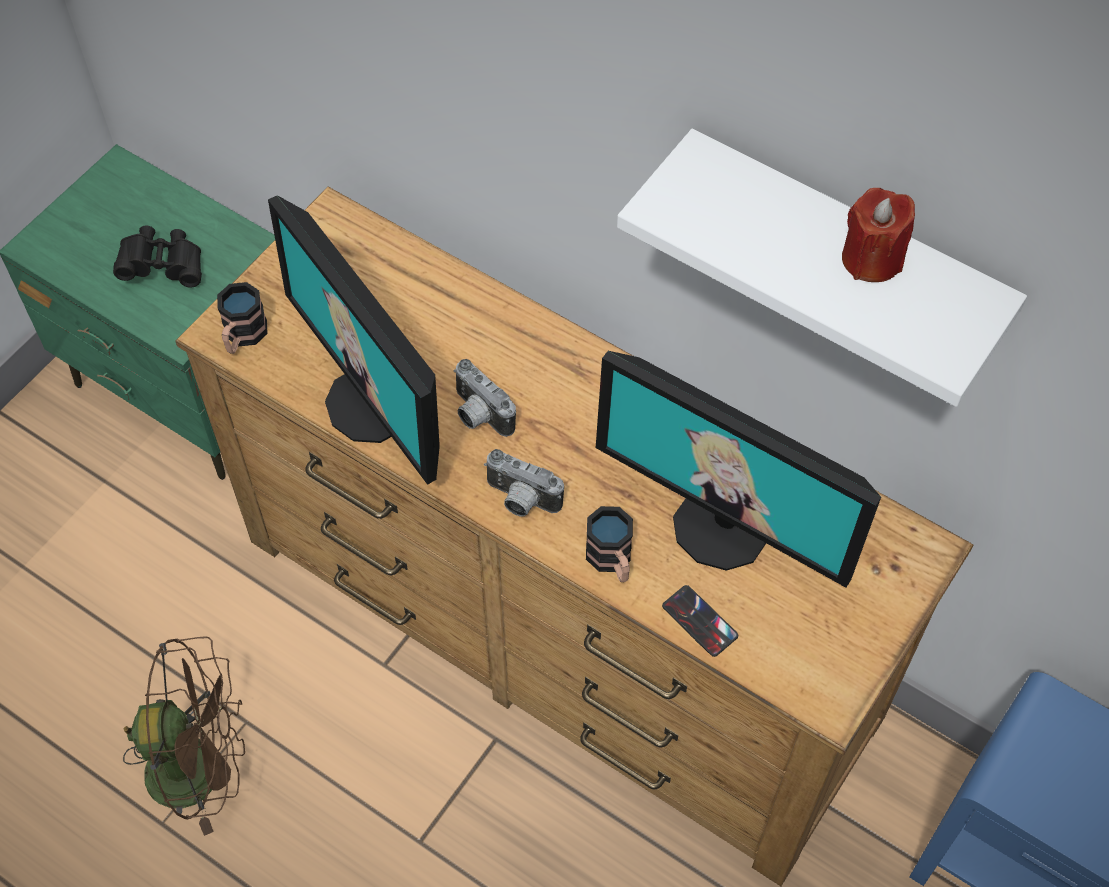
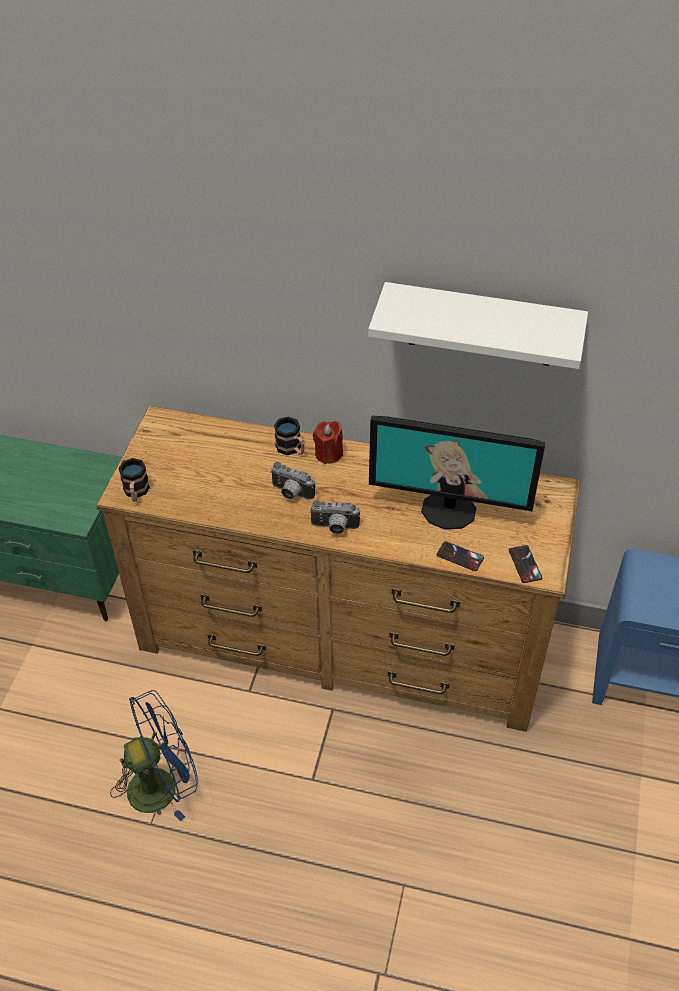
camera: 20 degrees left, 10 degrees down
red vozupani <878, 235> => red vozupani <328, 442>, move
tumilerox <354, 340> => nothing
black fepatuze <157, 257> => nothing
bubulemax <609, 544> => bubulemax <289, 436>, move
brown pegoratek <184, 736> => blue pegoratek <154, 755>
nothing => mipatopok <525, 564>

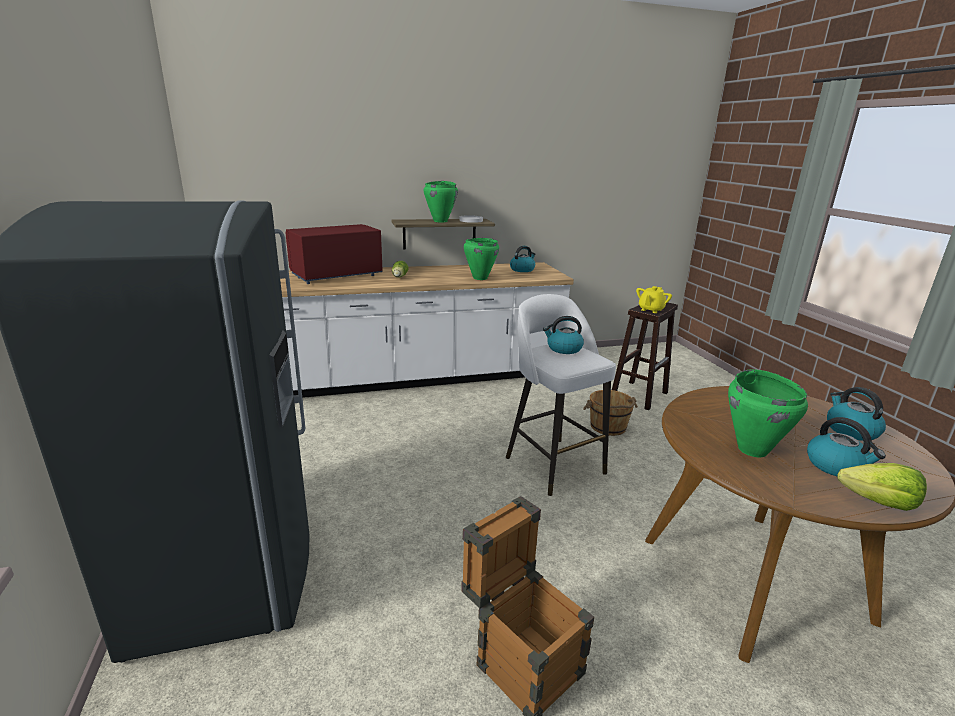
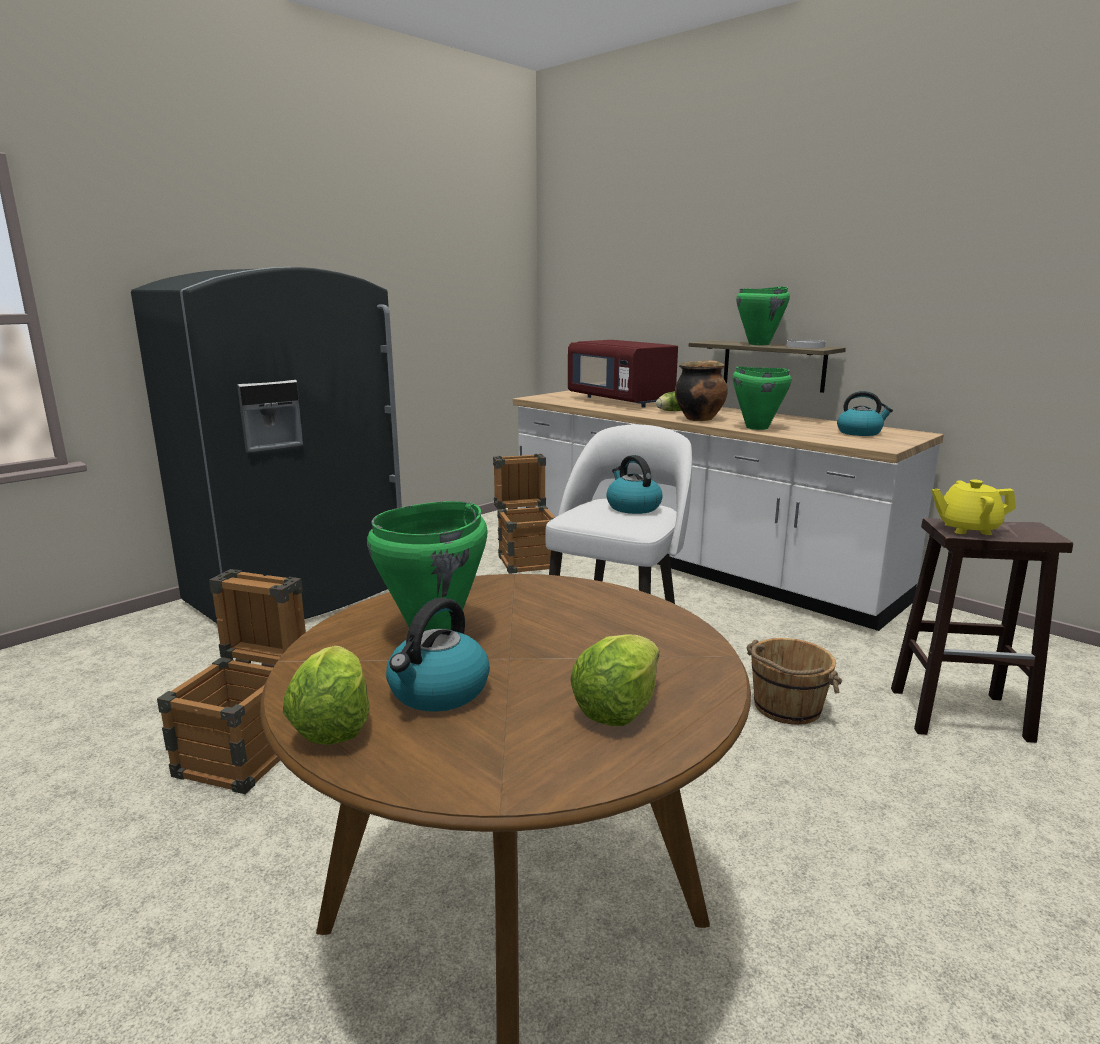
camera: 60 degrees right, 5 degrees down
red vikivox <334, 254> => red vikivox <623, 374>, 150 degrees counterclockwise
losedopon <856, 414> => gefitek <614, 680>
nothing => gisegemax <701, 390>
nothing => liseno <524, 514>

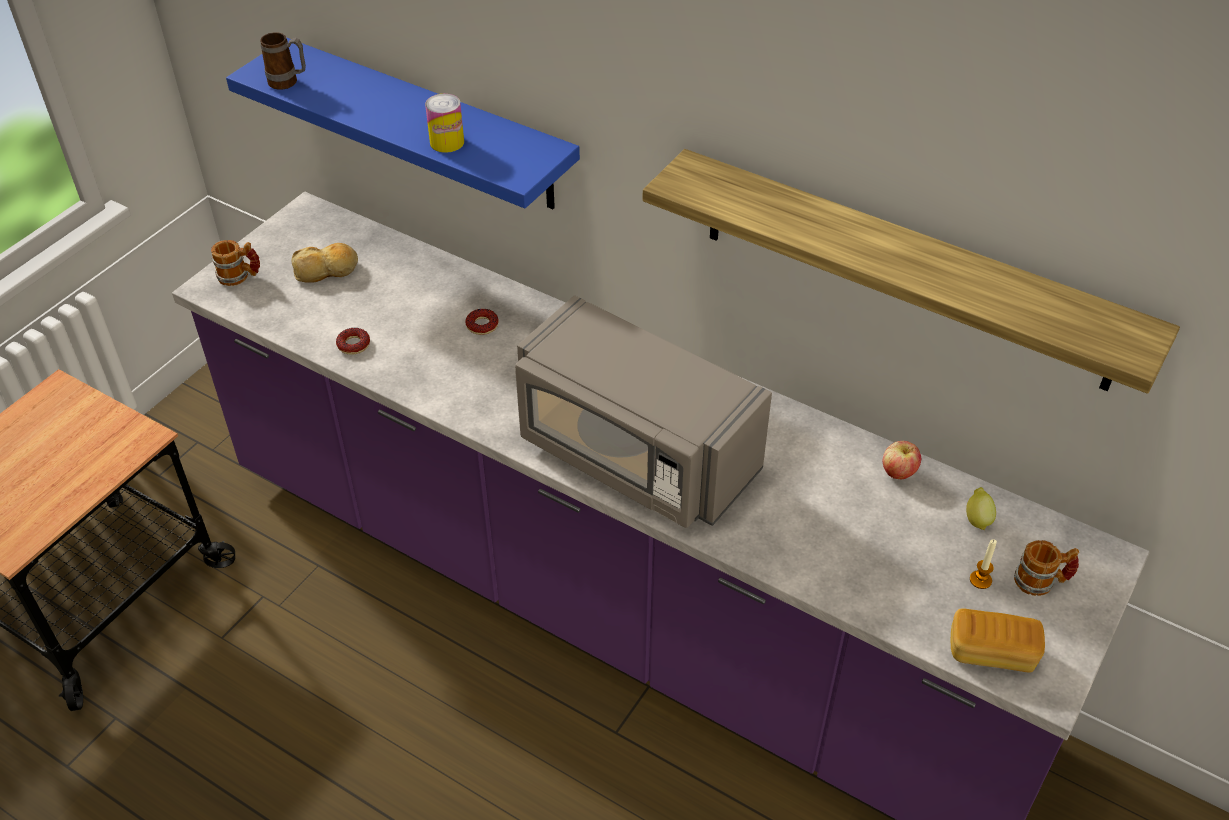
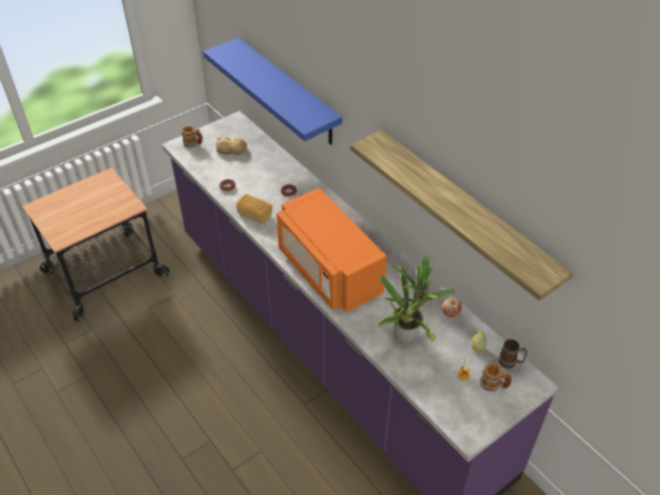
camera: 20 degrees right, 0 degrees up
bubulemax <283, 61> => bubulemax <513, 354>, move
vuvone <444, 123> => nothing
grey vikivox <643, 411> => orange vikivox <331, 250>
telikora <998, 640> => telikora <254, 208>, move
nothing => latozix <416, 300>

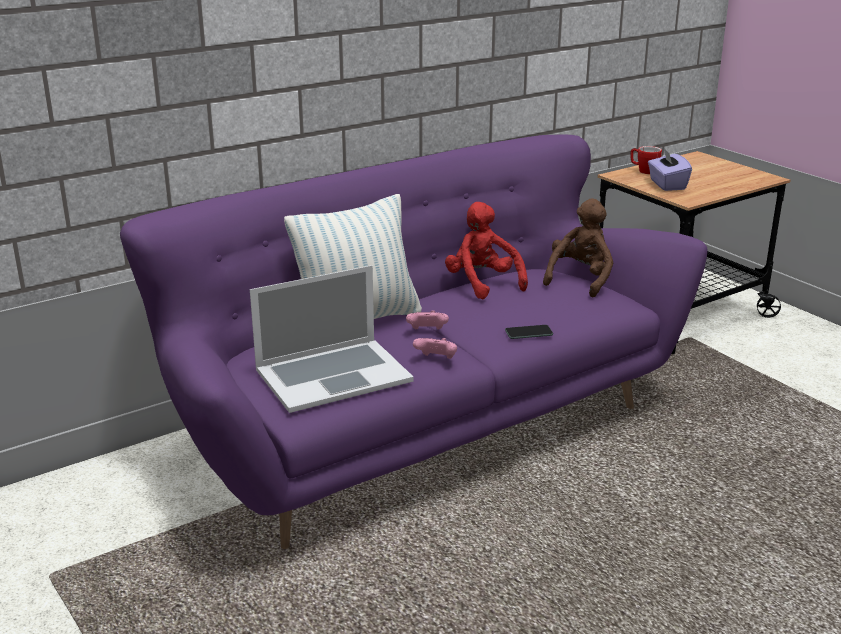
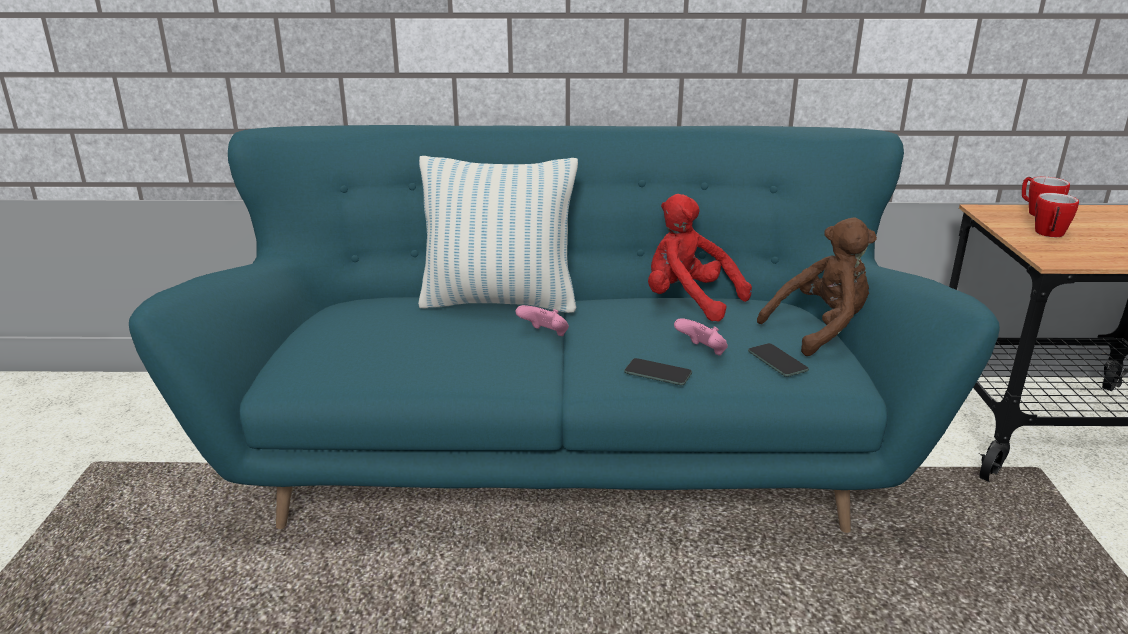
camera: 35 degrees right, 0 degrees up
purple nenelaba <413, 341> => turquoise nenelaba <564, 329>
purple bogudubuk <670, 169> => bubulemax <1057, 215>
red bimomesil <486, 250> => red bimomesil <700, 258>, 60 degrees counterclockwise
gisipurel <332, 339> => nothing
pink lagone <435, 348> => pink lagone <701, 337>, move
nothing => mipatopok <778, 360>

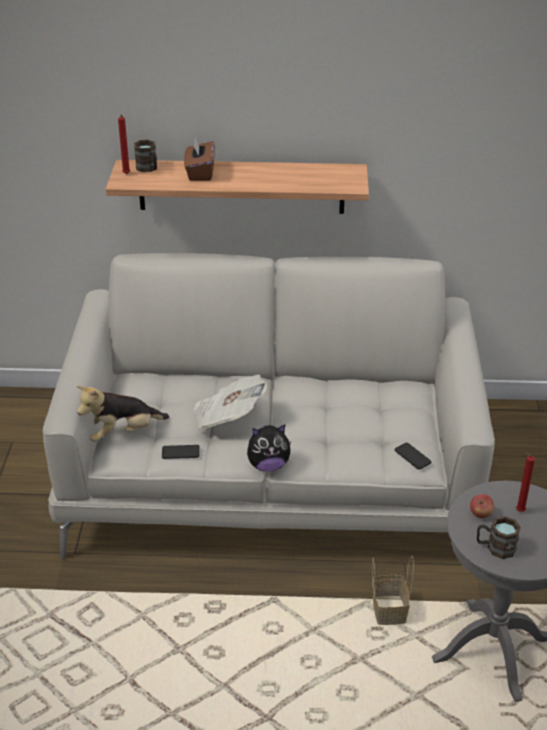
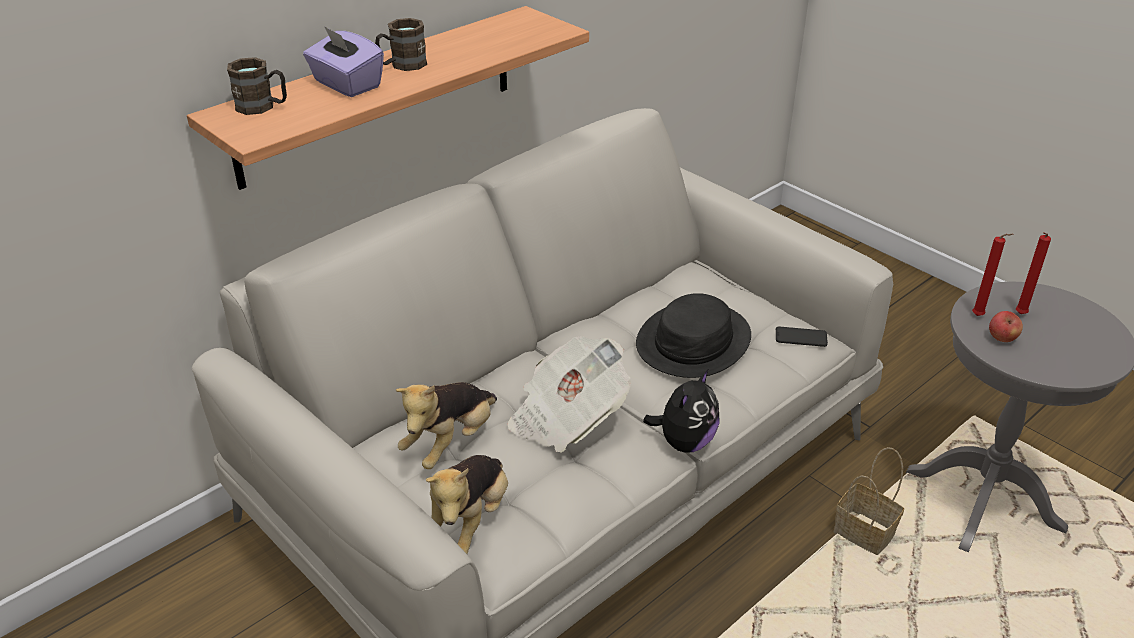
camera: 45 degrees left, 0 degrees up
red vozupani <124, 144> => red vozupani <993, 275>, move
brown bogudubuk <199, 158> => purple bogudubuk <343, 61>
mipatopok <181, 452> => nothing
brown bubulemax <499, 537> => brown bubulemax <401, 44>, move
nothing => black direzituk <693, 335>
nothing => bimomesil <446, 425>

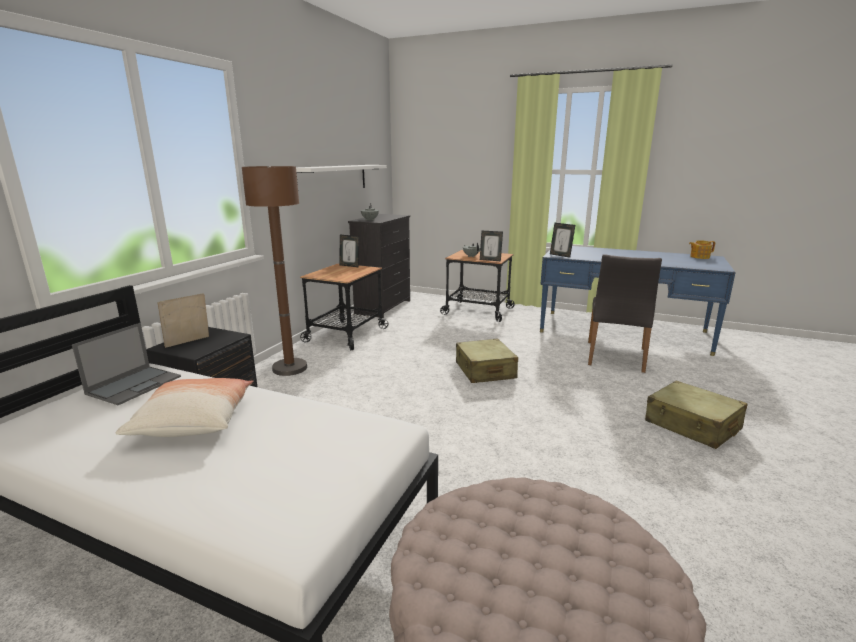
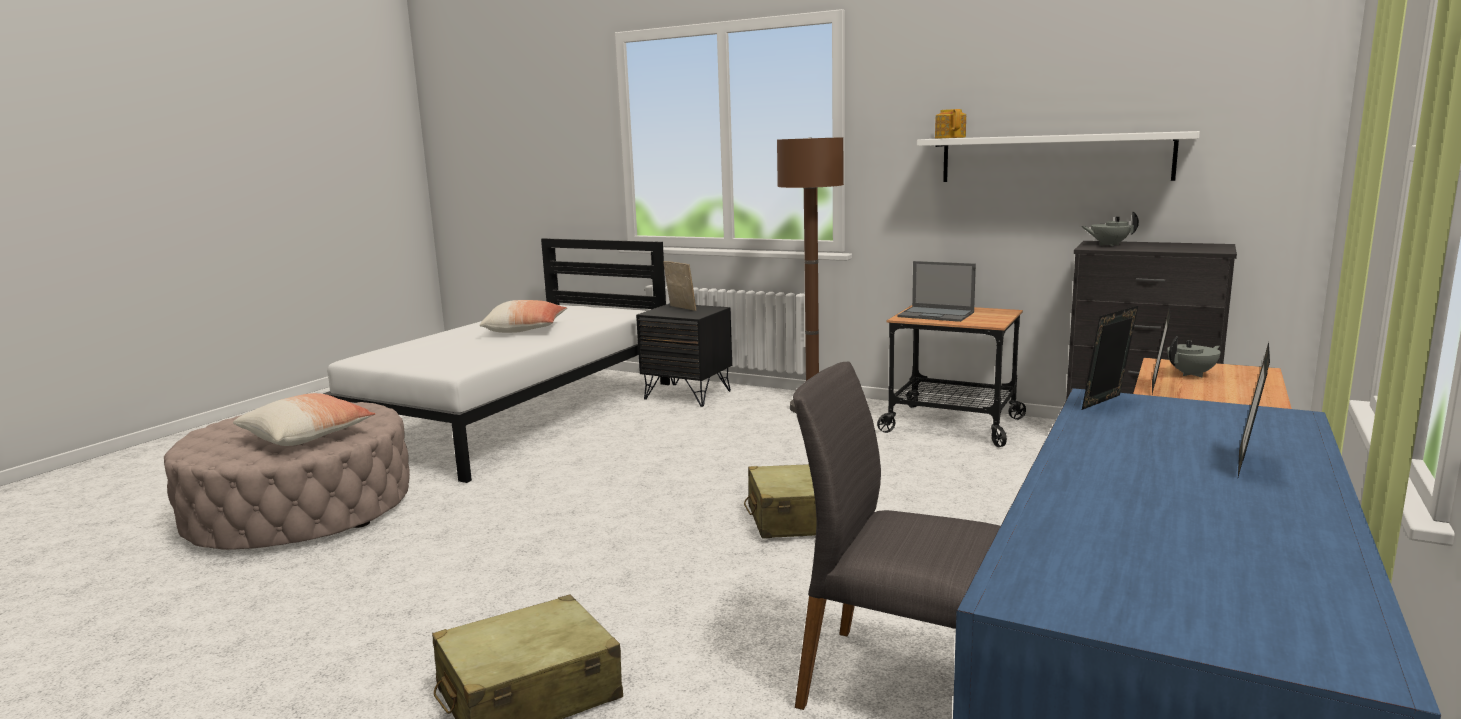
camera: 95 degrees right, 5 degrees down
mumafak <349, 251> => mumafak <1254, 409>, move
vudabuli <702, 249> => vudabuli <950, 123>, move
gisipurel <126, 364> => gisipurel <936, 291>, move
nothing => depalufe <304, 419>

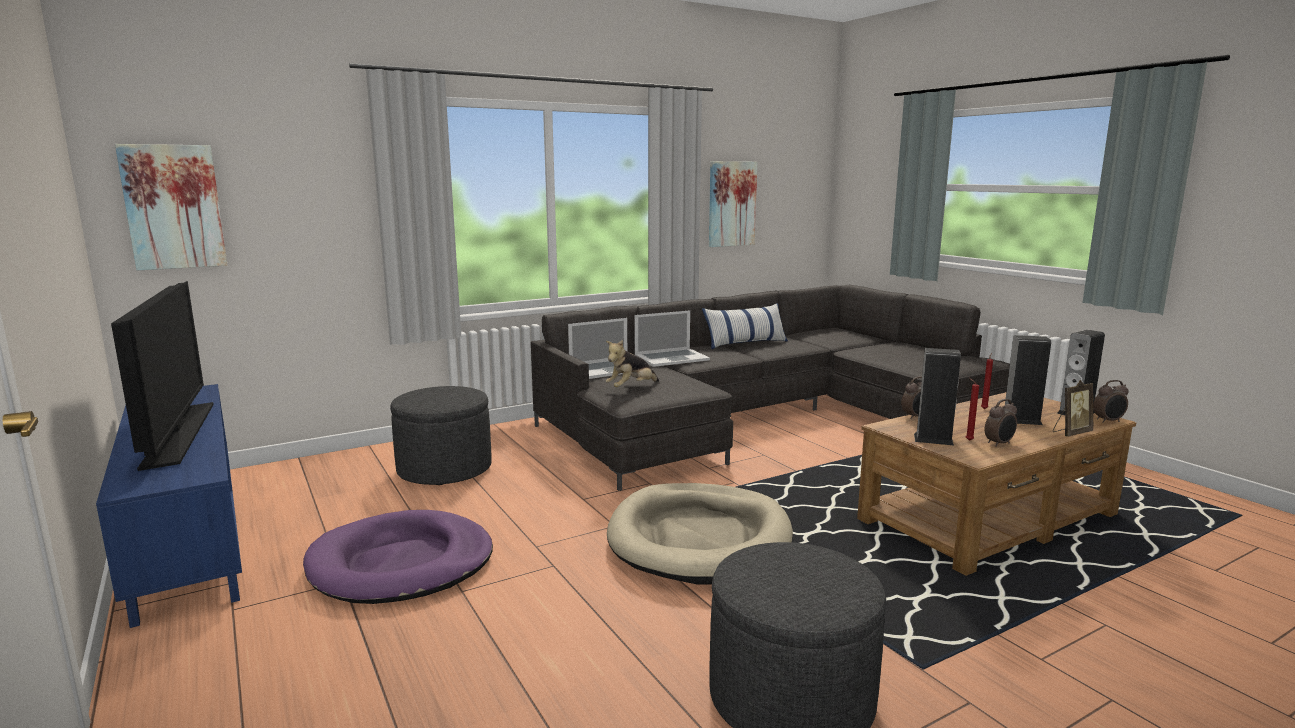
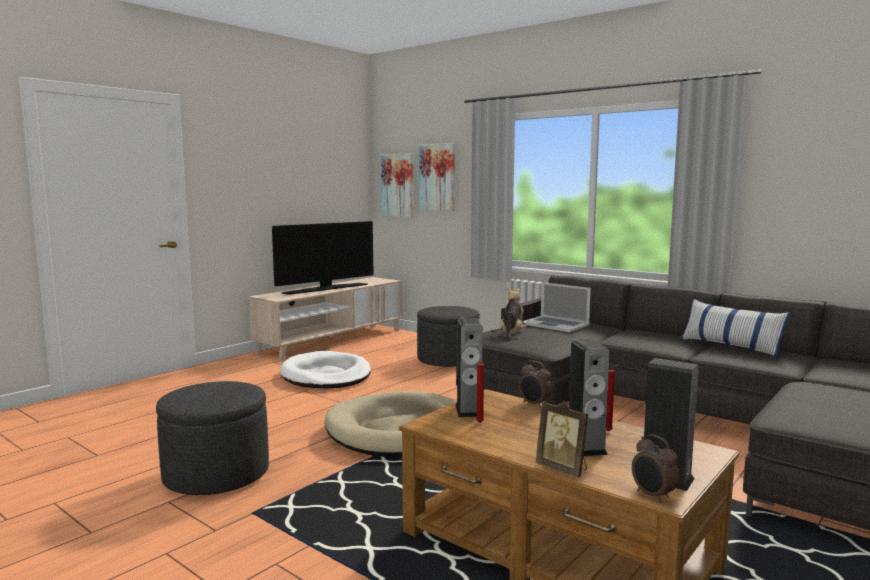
camera: 70 degrees right, 5 degrees down
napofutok <733, 204> => napofutok <437, 177>, move
gisipurel <672, 338> => nothing
bimomesil <632, 363> => bimomesil <513, 314>, 75 degrees clockwise
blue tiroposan <169, 506> => beige tiroposan <325, 319>
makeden <1001, 423> => nothing
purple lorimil <398, 557> => white lorimil <325, 369>

